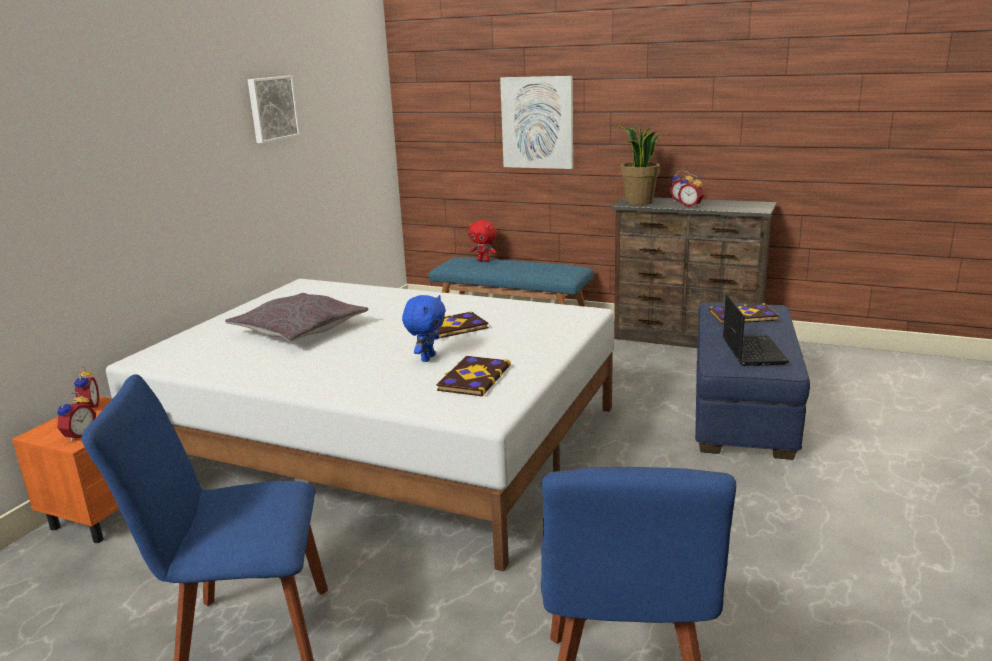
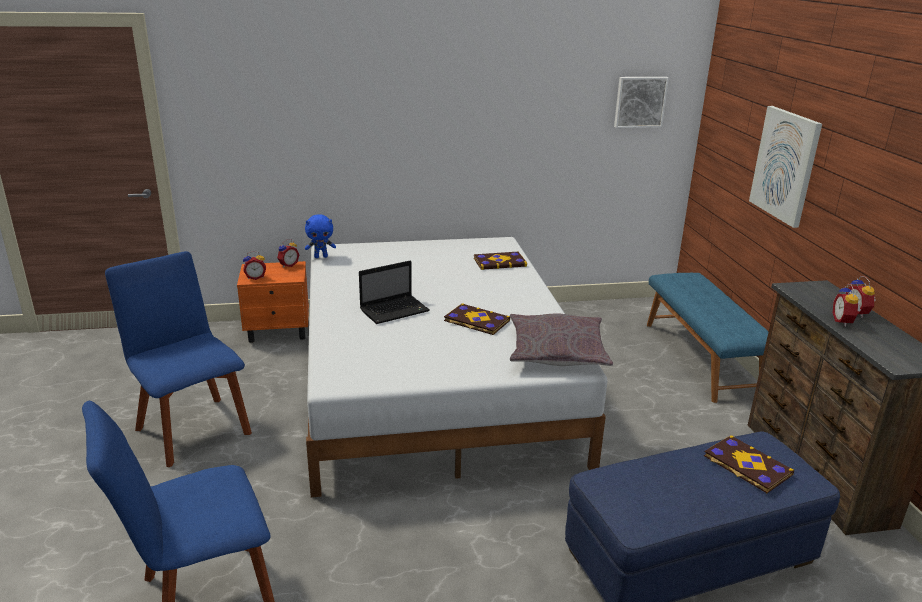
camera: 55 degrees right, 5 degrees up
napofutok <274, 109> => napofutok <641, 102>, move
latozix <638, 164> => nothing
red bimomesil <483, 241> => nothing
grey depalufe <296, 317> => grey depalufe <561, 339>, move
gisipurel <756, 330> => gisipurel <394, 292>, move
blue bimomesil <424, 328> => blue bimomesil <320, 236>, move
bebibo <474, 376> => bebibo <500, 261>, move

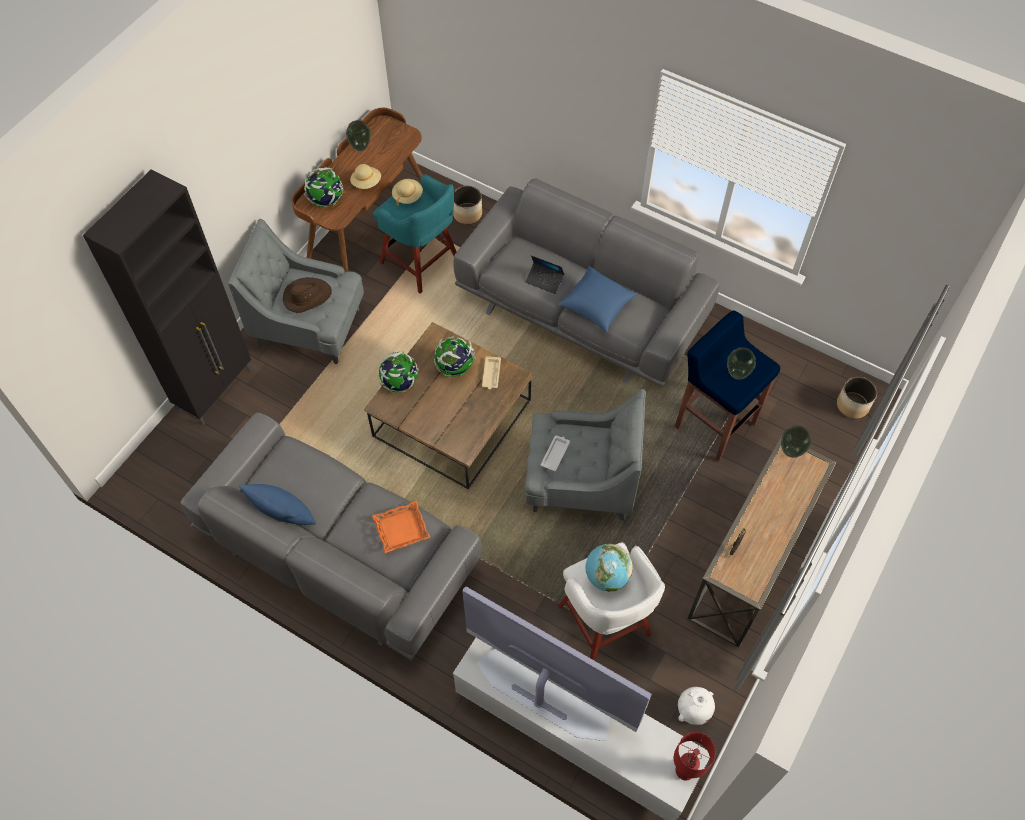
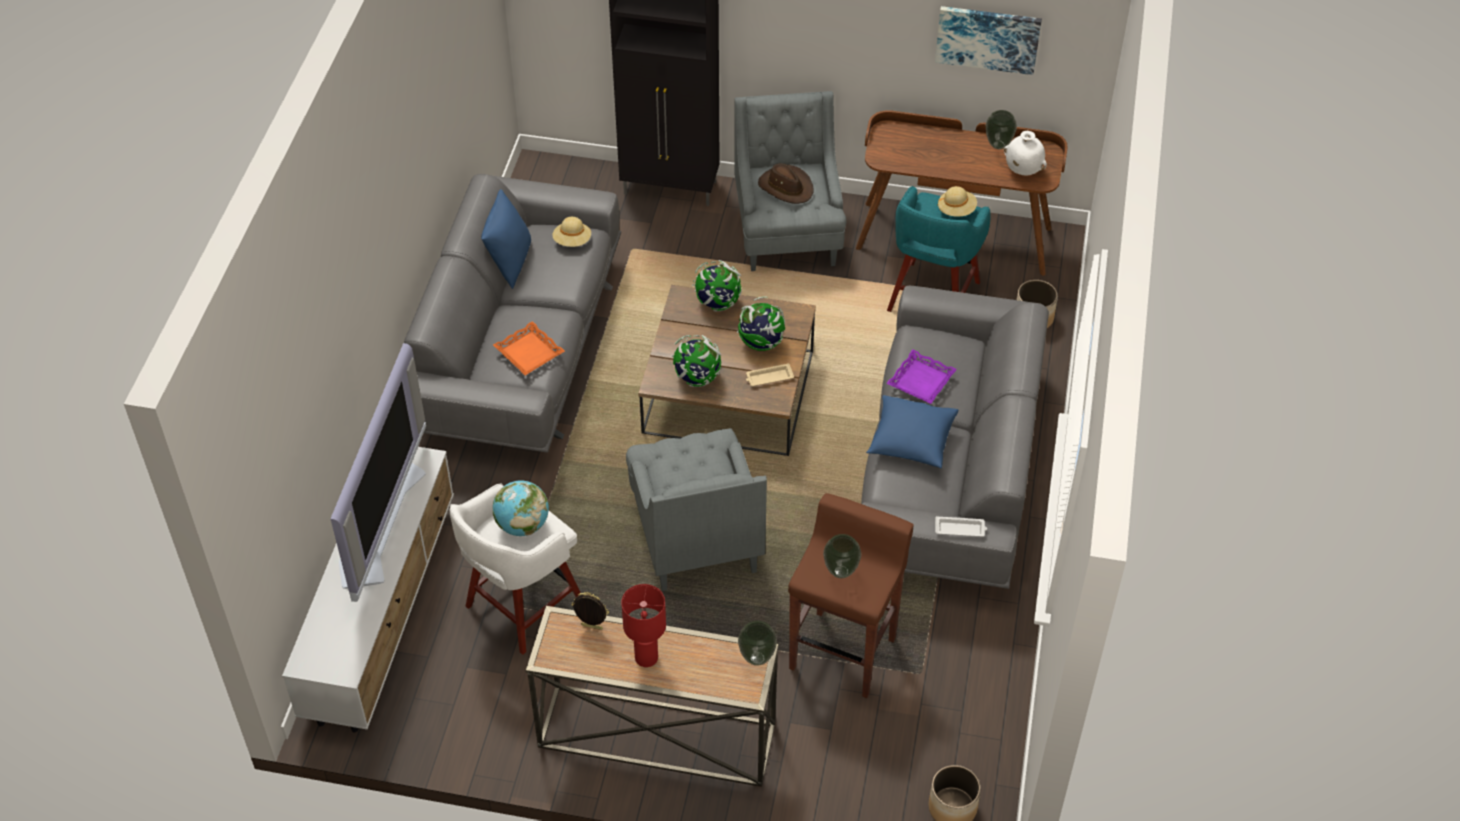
camera: 70 degrees right, 10 degrees down
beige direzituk <365, 176> => beige direzituk <572, 232>, move
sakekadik <323, 187> => sakekadik <696, 361>, move
gisipurel <544, 275> => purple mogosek <921, 376>
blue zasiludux <727, 386> => brown zasiludux <851, 595>
white mogosek <555, 453> => white mogosek <961, 526>, move
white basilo <696, 706> => white basilo <1025, 153>, move
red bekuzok <695, 756> => red bekuzok <643, 625>, move
nothing => napofutok <988, 40>

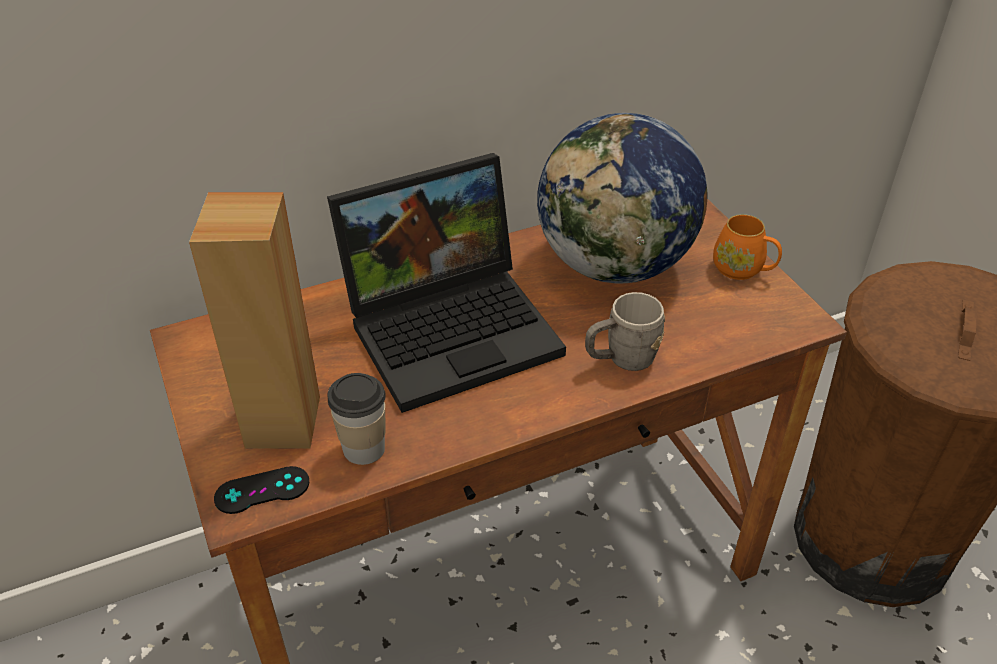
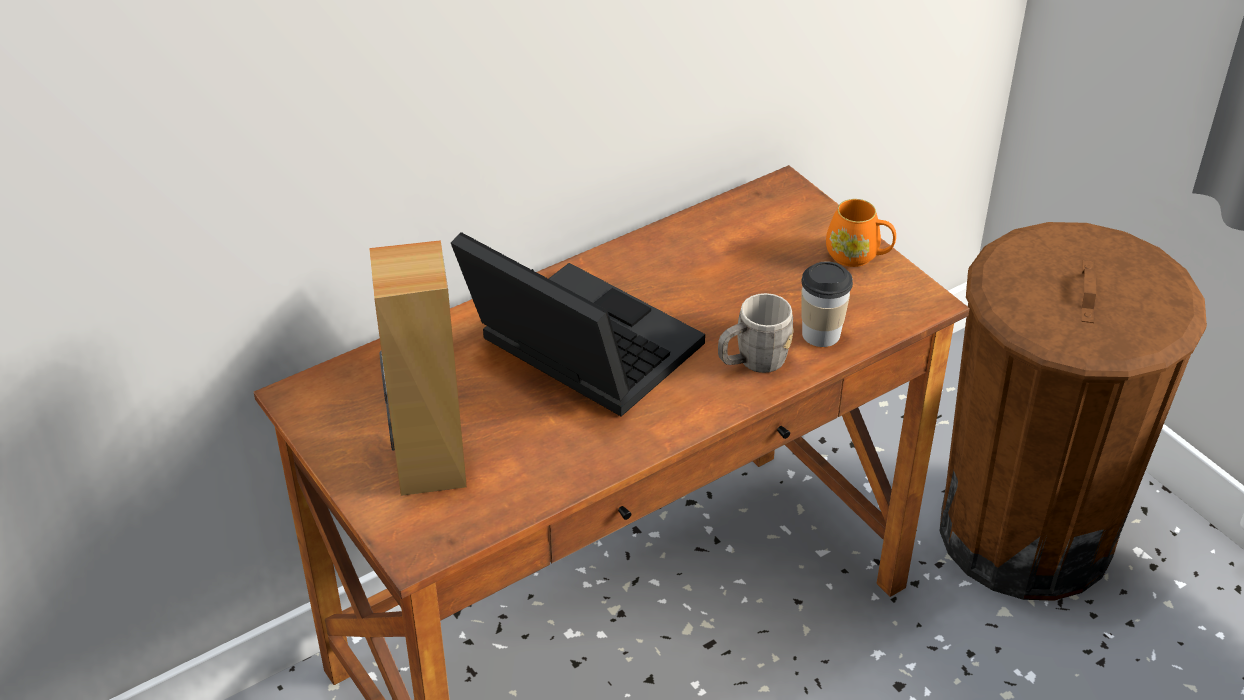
camera: 10 degrees left, 0 degrees up
sakekadik <622, 198> => nothing
gisipurel <446, 283> => gisipurel <578, 324>, 105 degrees counterclockwise
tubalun <356, 419> => tubalun <827, 304>, move
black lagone <261, 490> => nothing

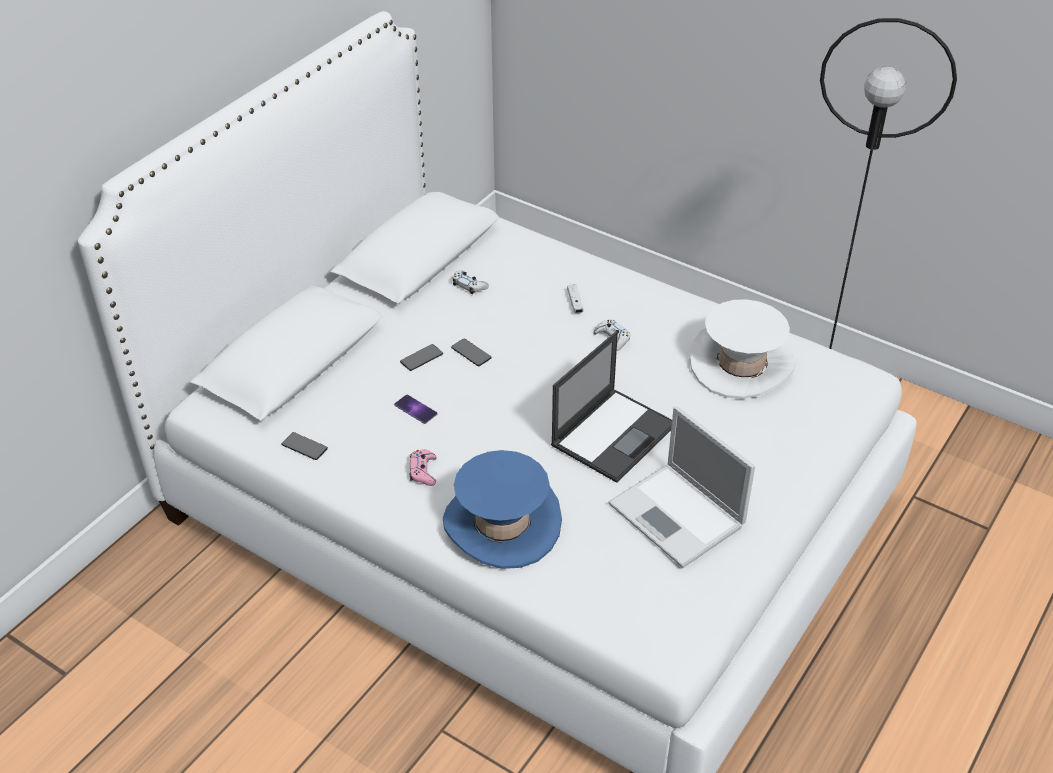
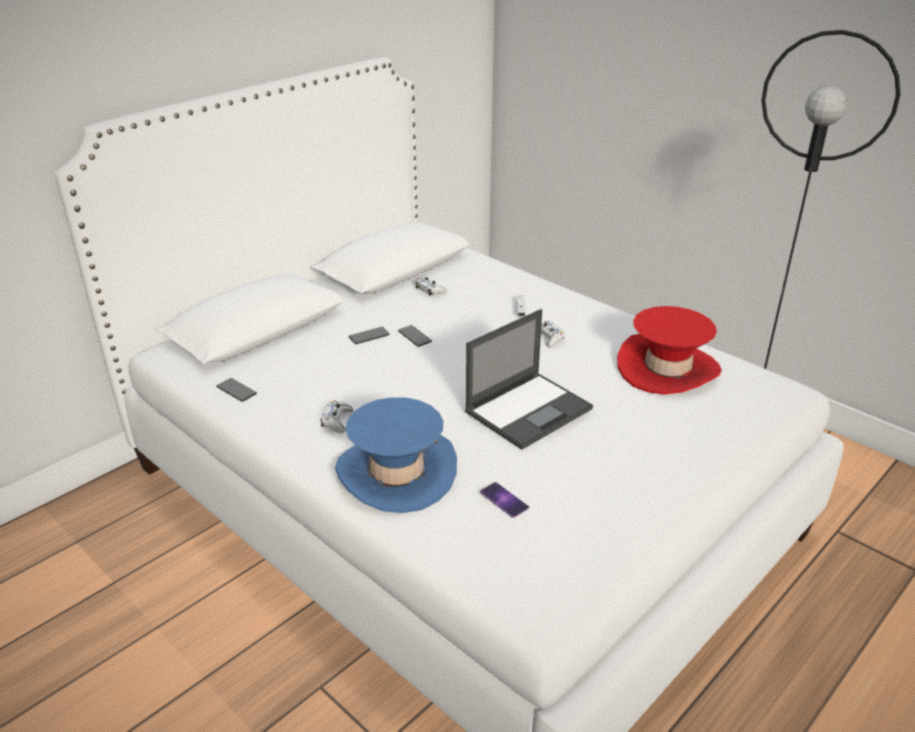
camera: 10 degrees right, 10 degrees down
white direzituk <742, 349> => red direzituk <669, 350>
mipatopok <416, 409> => mipatopok <504, 500>, move
gisipurel <681, 487> => nothing
pink lagone <423, 467> => white lagone <337, 416>

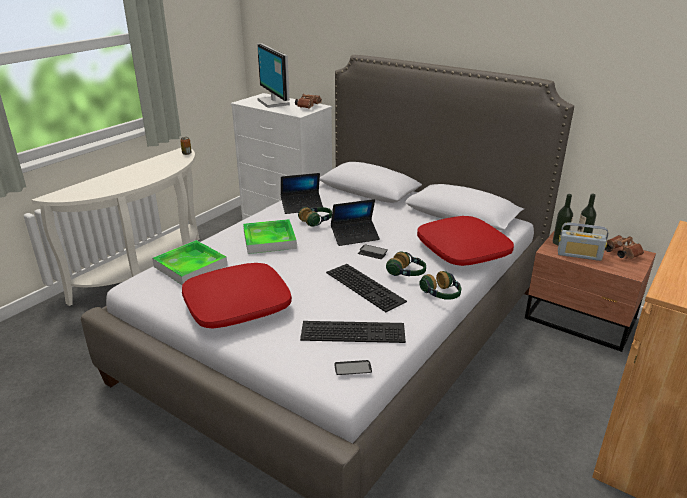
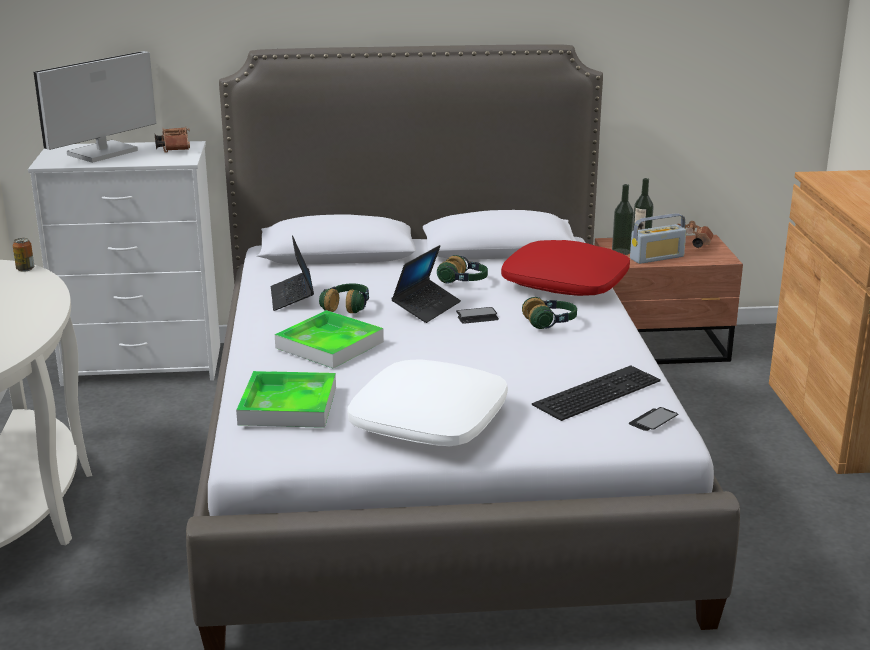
camera: 40 degrees left, 5 degrees down
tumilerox <273, 76> => tumilerox <95, 107>, 105 degrees clockwise
gisipurel <302, 193> => gisipurel <292, 273>, 135 degrees clockwise
red depalufe <237, 296> => white depalufe <427, 402>
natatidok <366, 288> => nothing
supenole <440, 285> => supenole <462, 269>, move

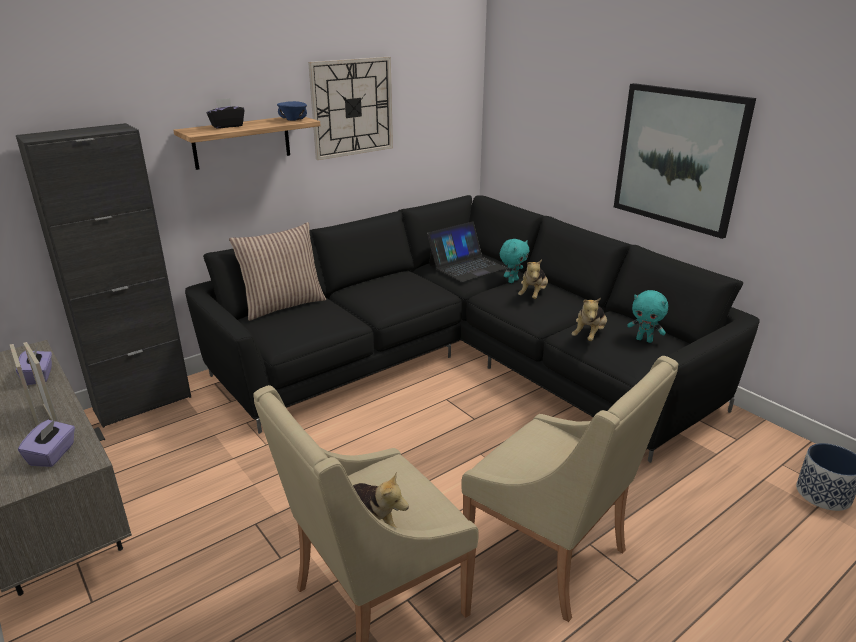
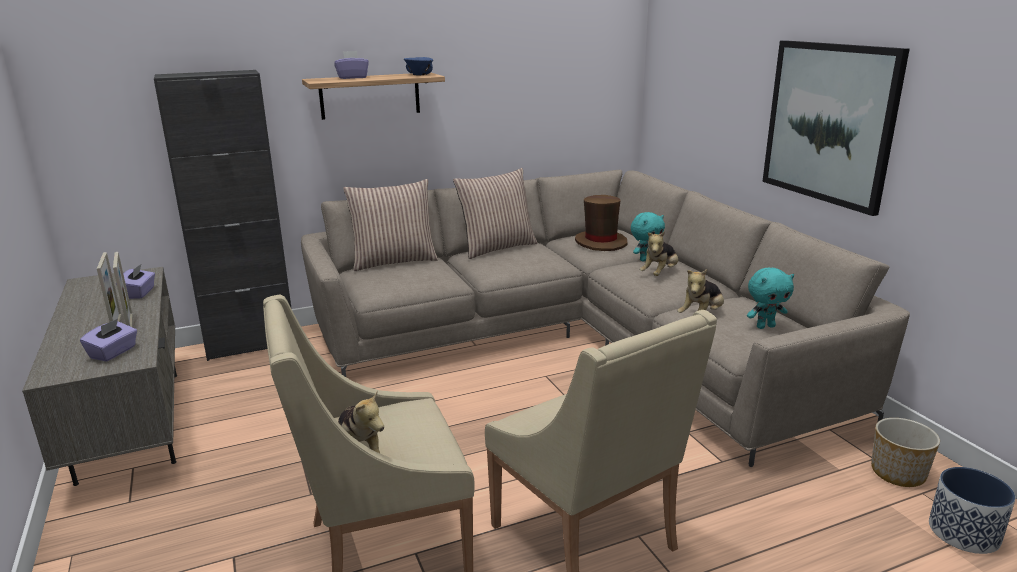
camera: 15 degrees right, 5 degrees down
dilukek <350, 108> => nothing
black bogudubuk <225, 113> => purple bogudubuk <351, 65>
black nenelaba <472, 329> => beige nenelaba <605, 318>
gisipurel <466, 251> => brown direzituk <601, 223>
turquoise bimomesil <647, 316> => turquoise bimomesil <770, 298>, 60 degrees counterclockwise
nothing => depalufe <495, 213>
nothing => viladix <905, 452>

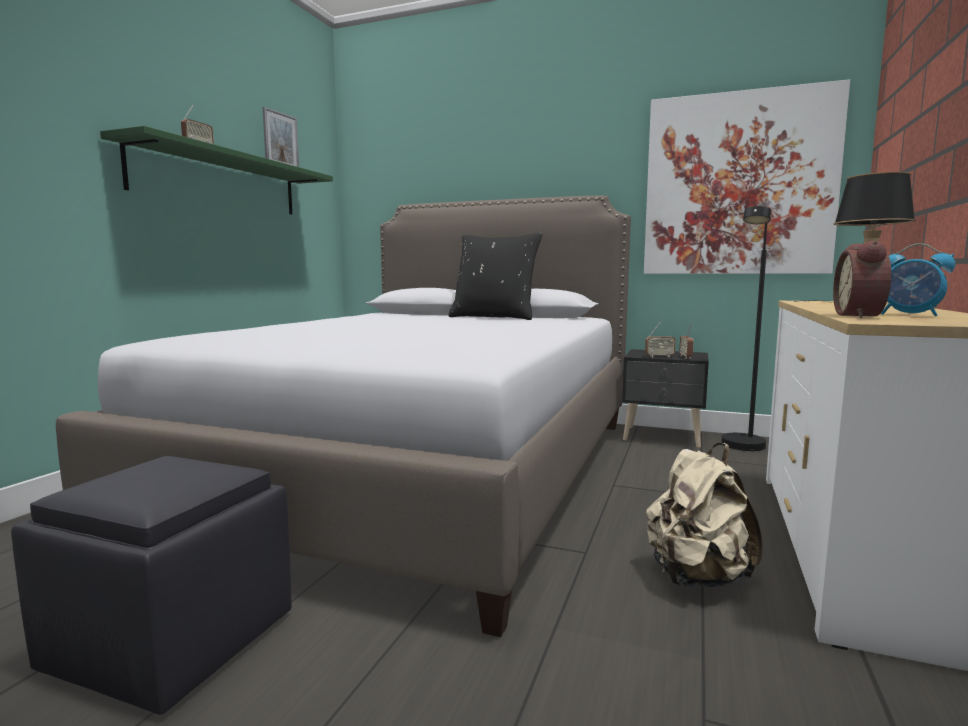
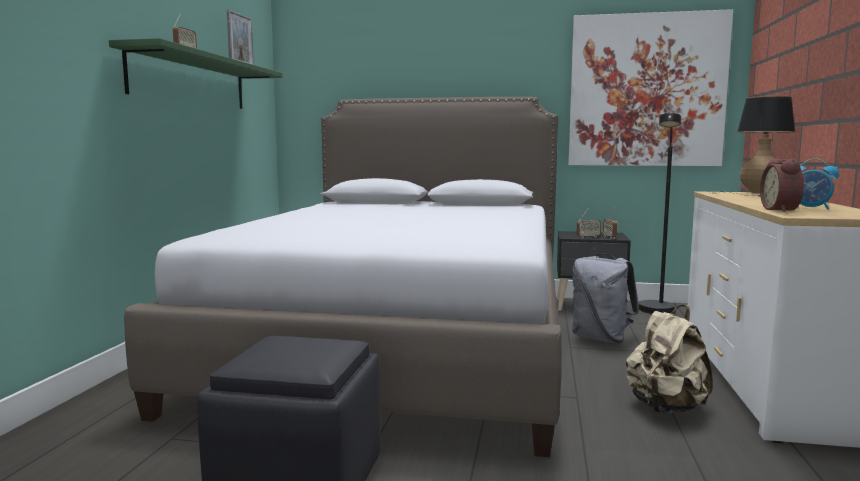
camera: 10 degrees left, 0 degrees up
black depalufe <495, 276> => nothing
nothing => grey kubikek <606, 298>

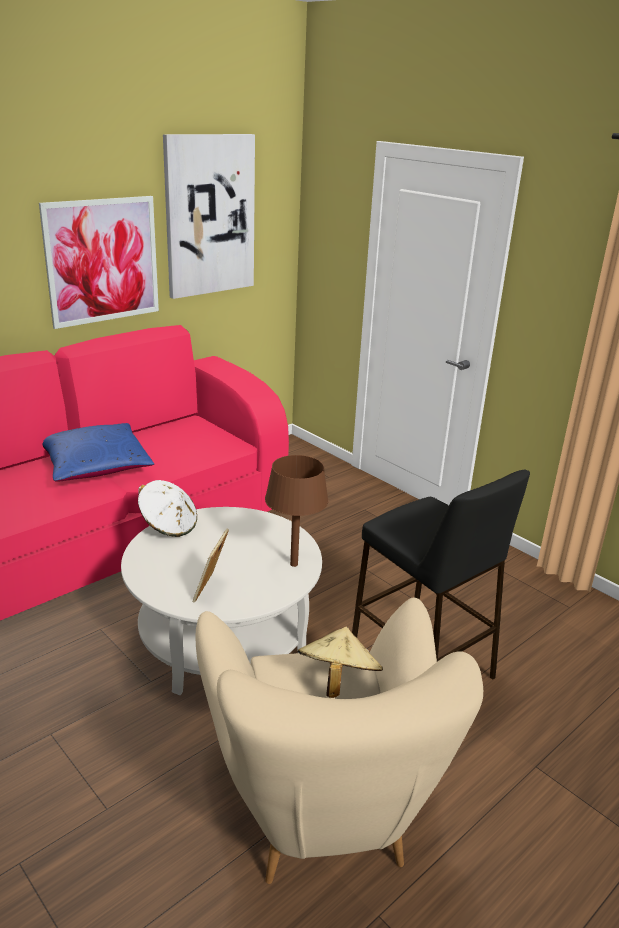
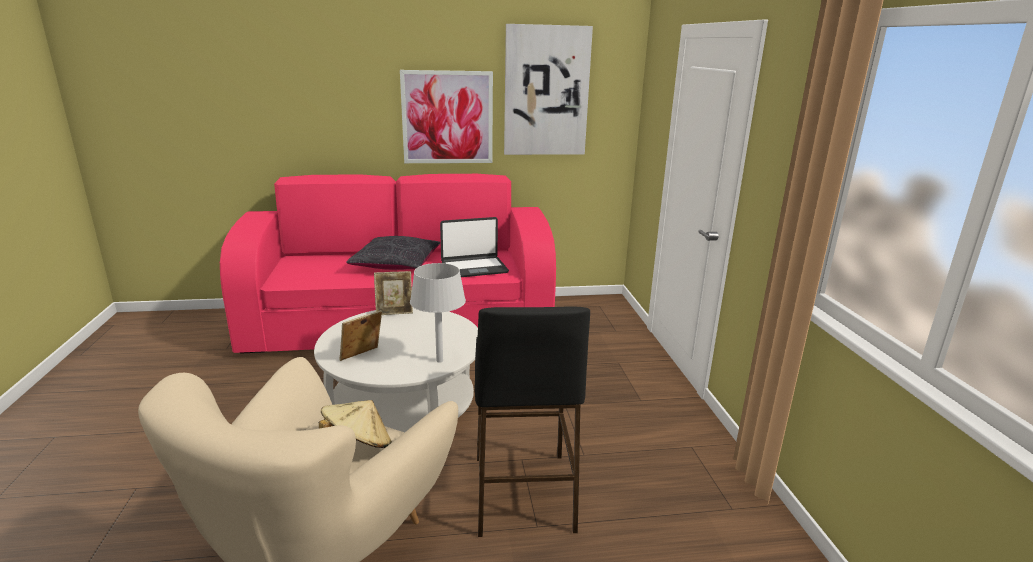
camera: 35 degrees right, 5 degrees down
blue depalufe <98, 452> => black depalufe <393, 253>
brown bekuzok <296, 511> => grey bekuzok <438, 313>
white direzituk <167, 508> => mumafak <393, 293>
nothing => gisipurel <474, 247>

